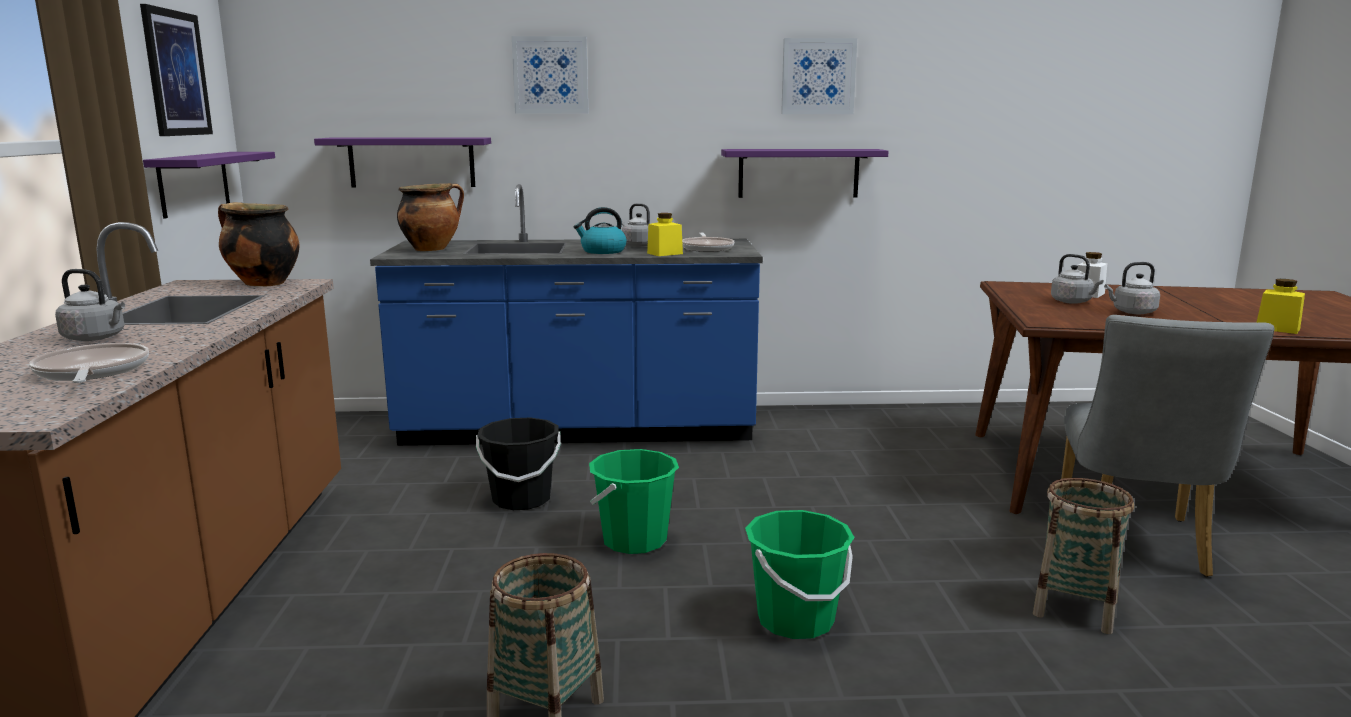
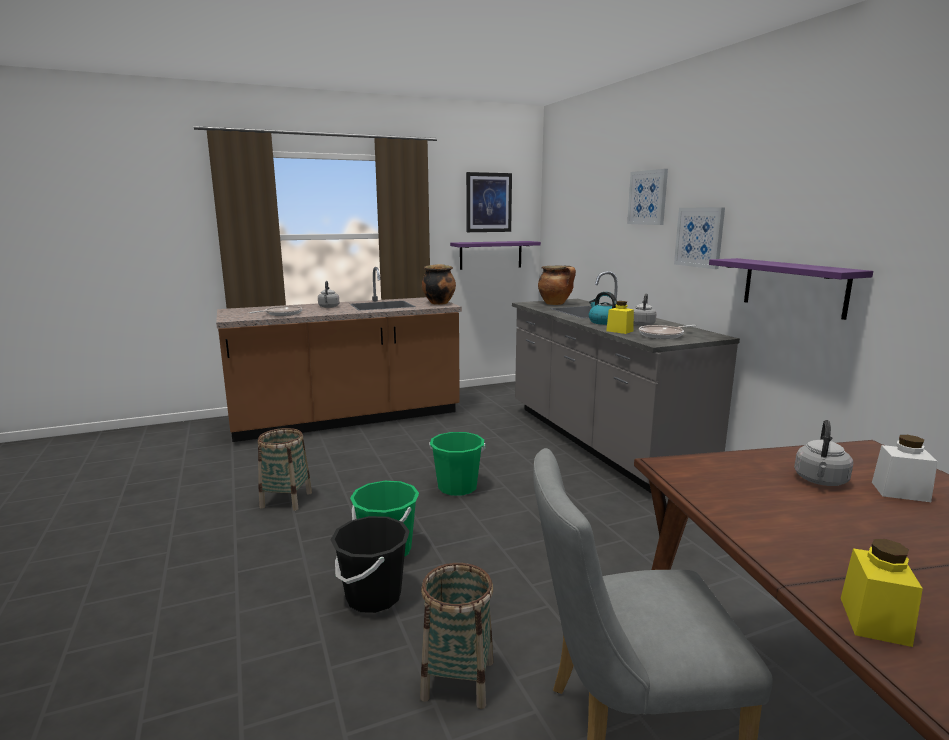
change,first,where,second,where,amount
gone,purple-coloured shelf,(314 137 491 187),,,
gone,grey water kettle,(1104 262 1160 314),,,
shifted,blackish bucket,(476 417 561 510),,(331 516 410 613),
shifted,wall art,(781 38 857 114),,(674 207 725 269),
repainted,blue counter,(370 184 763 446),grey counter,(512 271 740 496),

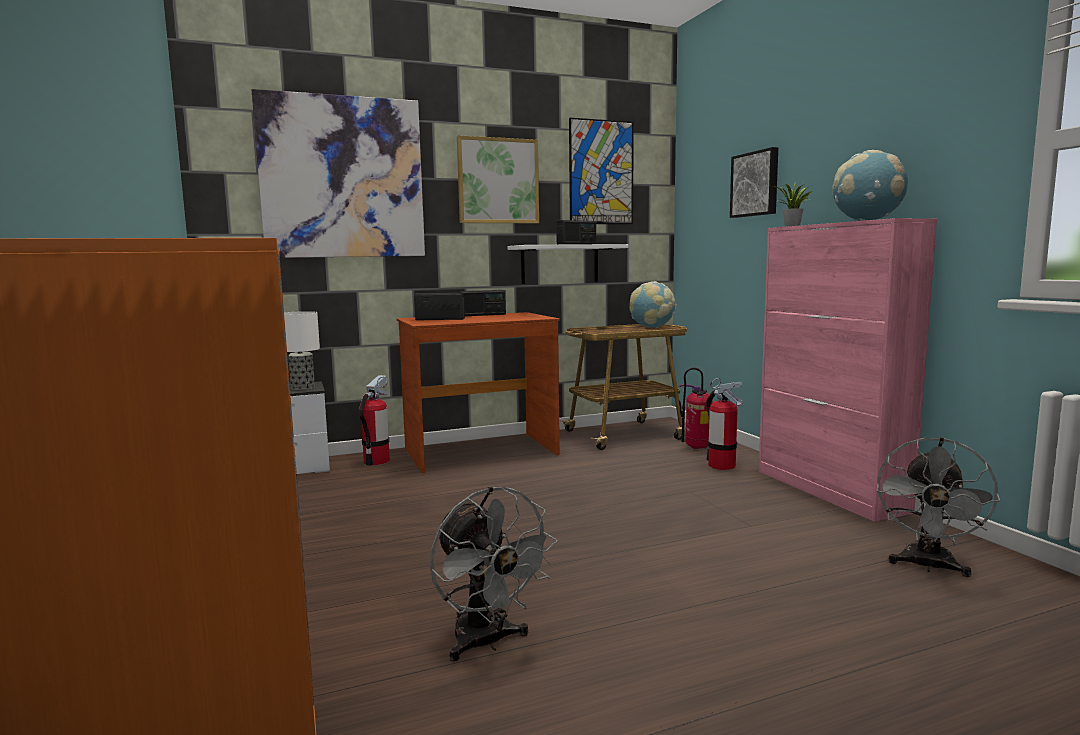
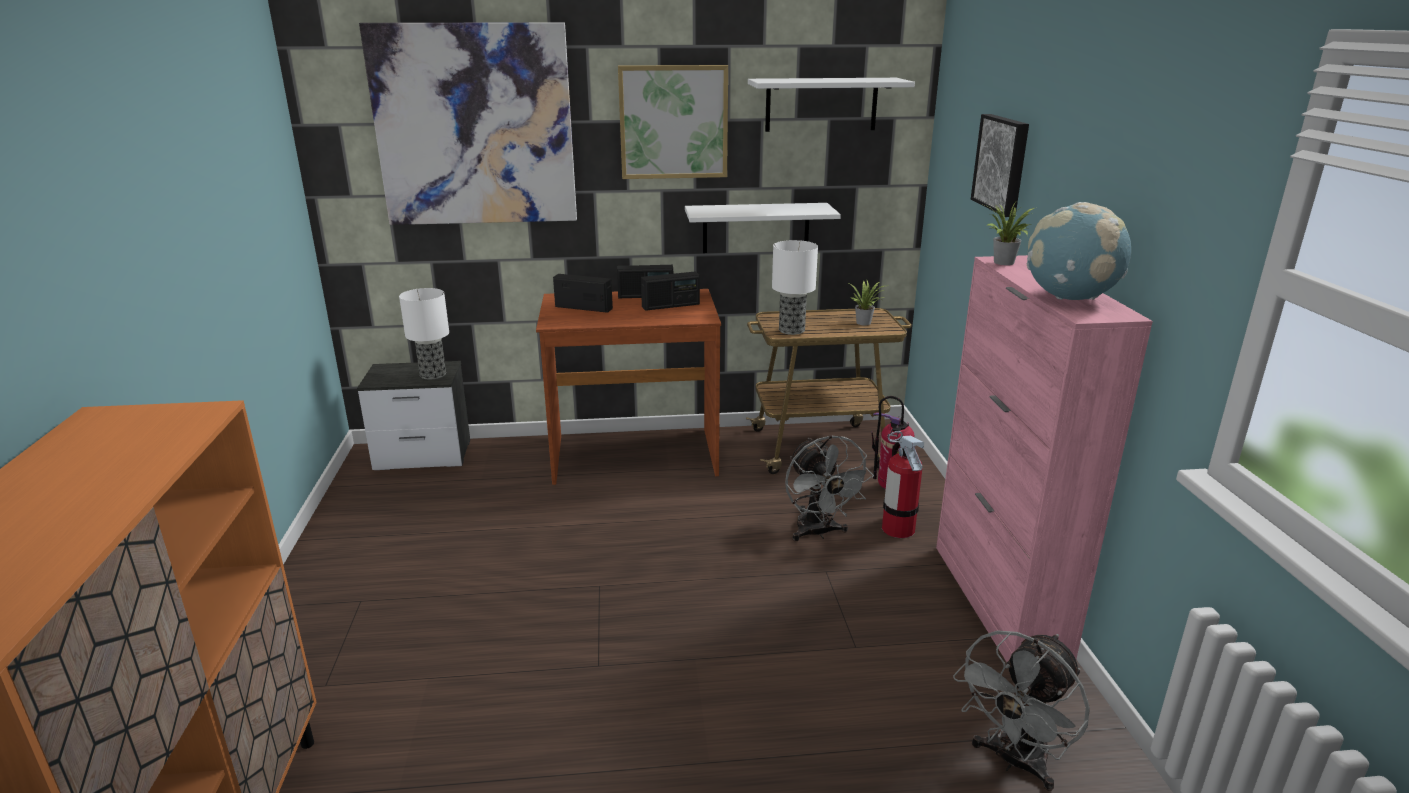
change,first,where,second,where,amount
gone,fire extinguisher,(359 375 390 466),,,
new,,,tabletop lamp,(772 240 818 335),
shifted,grey fan,(430 487 558 662),,(785 435 874 541),
shifted,radio,(556 220 596 245),,(641 272 700 311),
swapped,wall art,(569 118 634 224),white shelf,(748 78 915 132),
swapped,desk globe,(629 281 676 328),plant in a pot,(850 280 884 326),

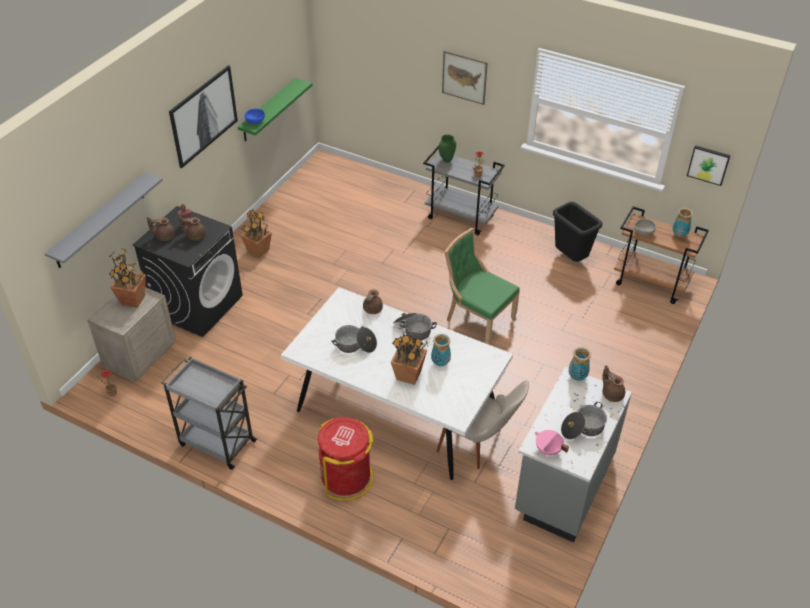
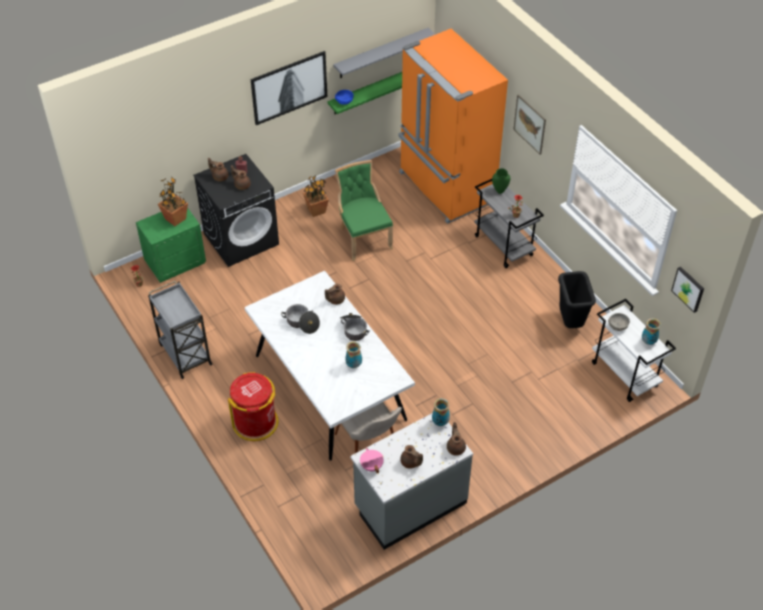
change,first,where,second,where,amount
gone,plant in a pot,(391 325 428 385),,,
new,,,orangey fridge,(398 29 508 224),
shifted,grey shelf,(45 172 163 268),,(333 28 436 78),
shifted,greenish plain chair,(444 228 520 345),,(335 160 393 261),
swapped,stockpot,(561 402 607 440),brownish tea pot,(400 445 423 469),
repainted,sand-coloured nightstand,(87 287 176 382),greenish nightstand,(136 207 206 283),
repainted,brownish trolley,(614 206 709 304),white trolley,(592 299 676 402),

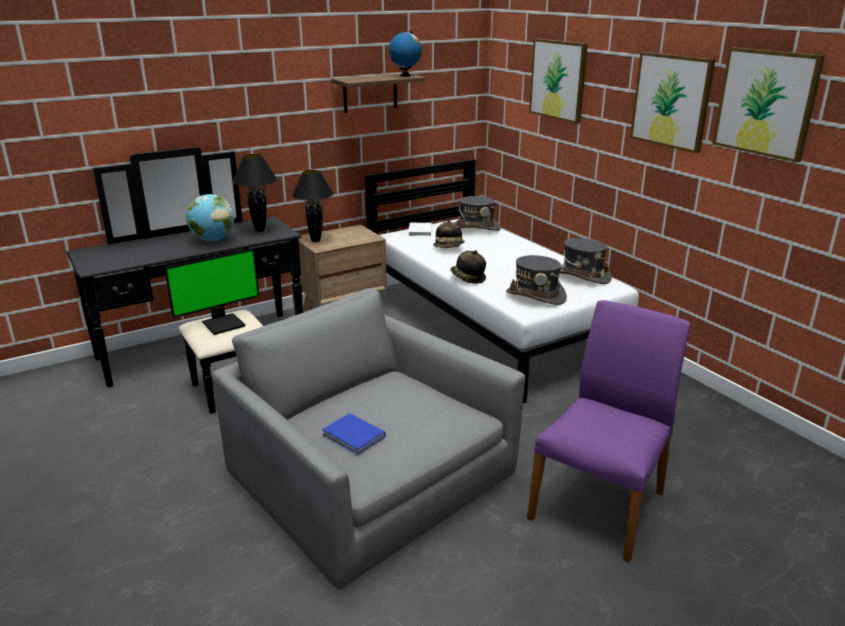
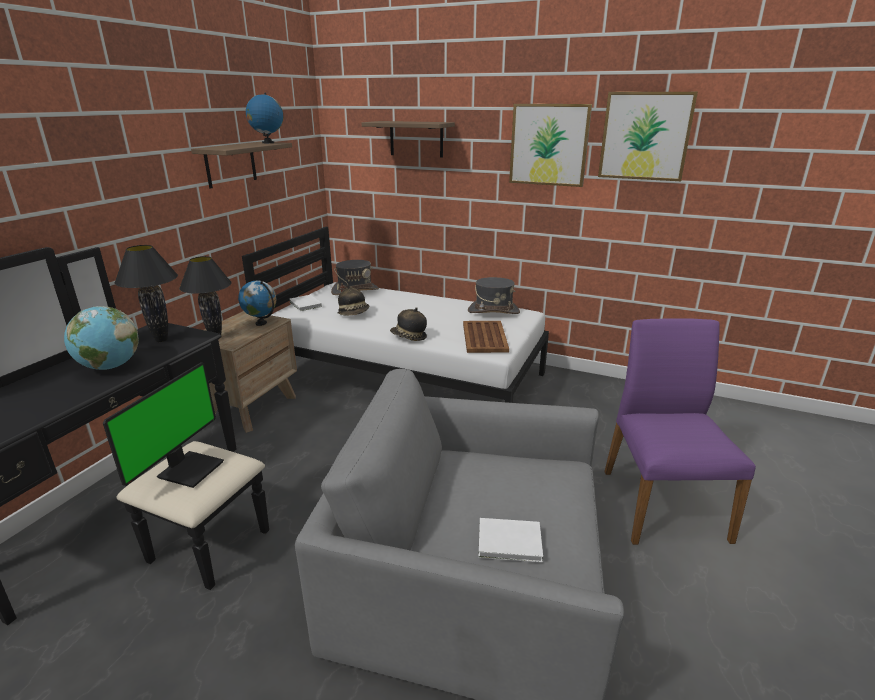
change,first,where,second,where,amount
new,,,desk globe,(238 280 277 326),
swapped,grey clothing hat,(506 255 567 305),brownish serving tray,(463 321 509 353),
swapped,wall art,(529 38 588 124),shelf,(362 121 455 158),
repainted,blue volume,(322 413 385 454),white volume,(478 518 543 563),

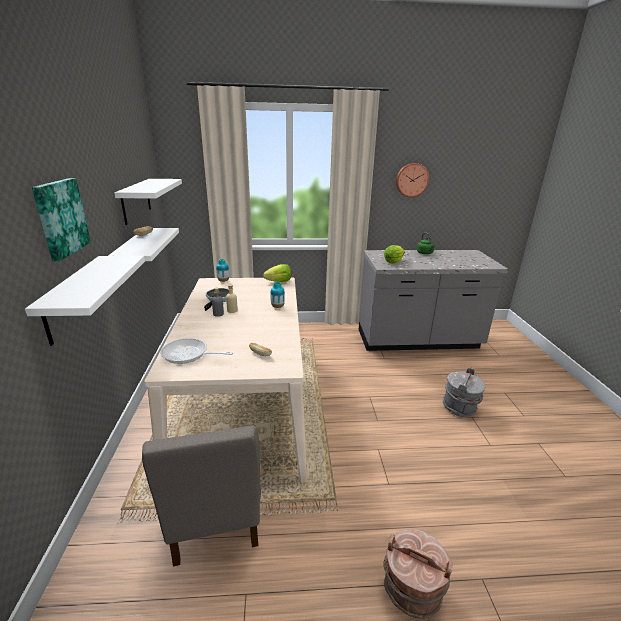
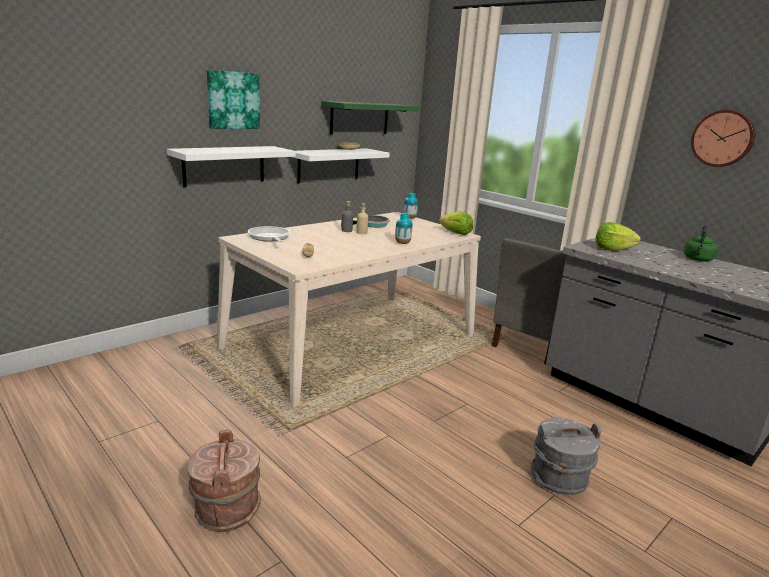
change,first,where,second,where,amount
shifted,grey plain chair,(142 425 261 567),,(491 238 566 365),
repainted,white shelf,(114 179 182 225),greenish shelf,(321 101 419 135),

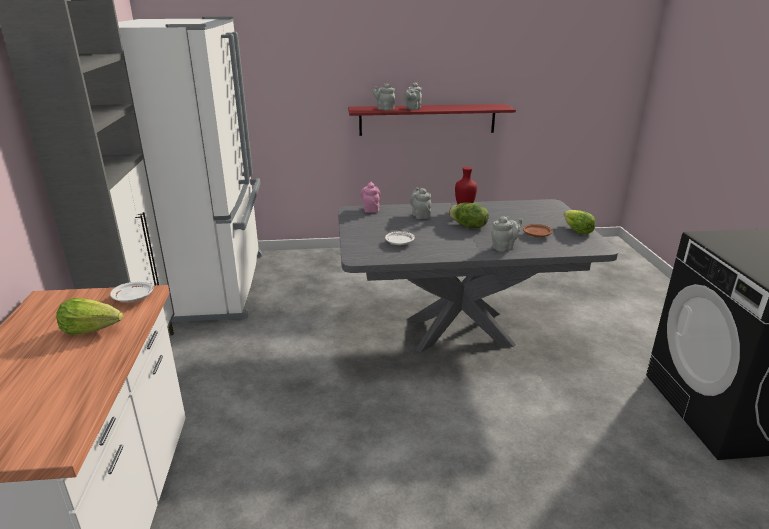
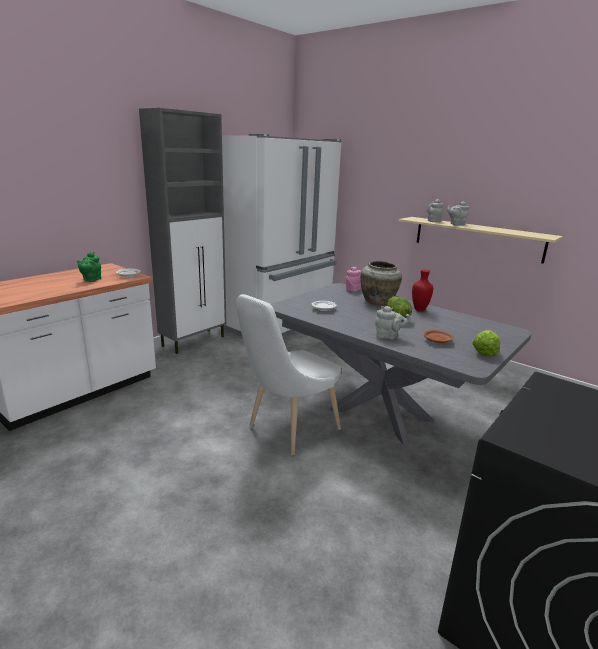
change,first,where,second,where,amount
new,,,white plain chair,(237 294 342 455),
swapped,head of lettuce,(56 298 123 335),greenish tea pot,(77 252 101 282),
swapped,grey tea pot,(410 187 431 219),sand-coloured vase,(360 261 402 305),
repainted,red-coloured shelf,(348 104 516 136),sand-coloured shelf,(398 217 563 264),

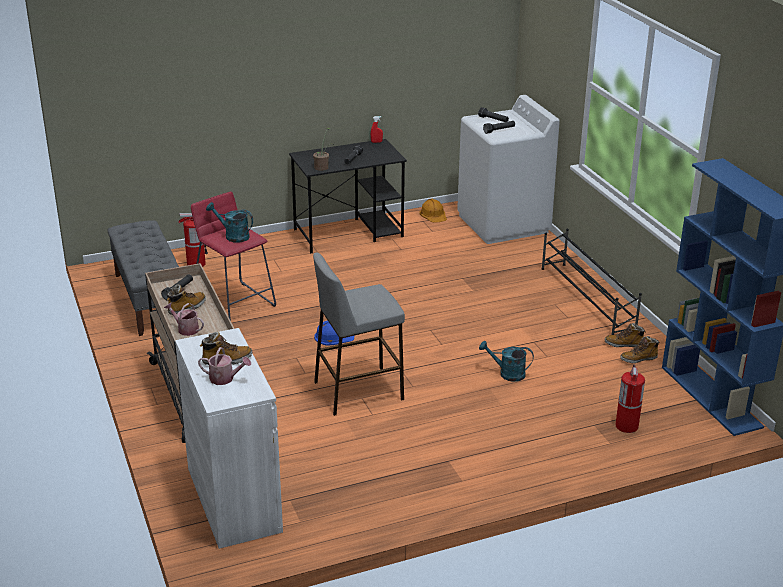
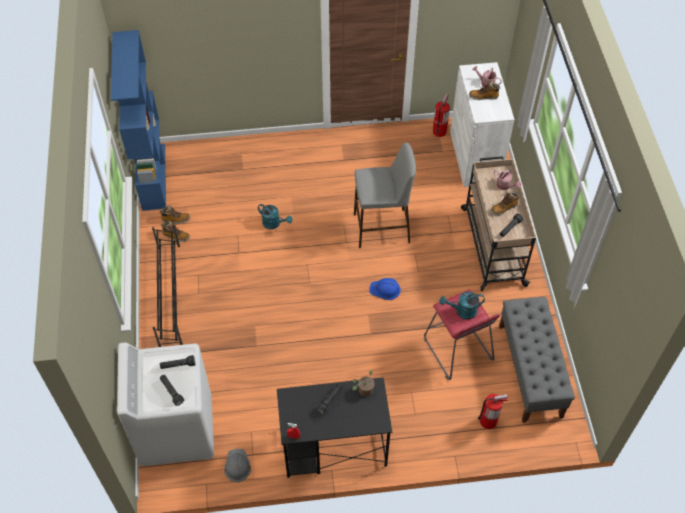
change,first,where,second,where,amount
shifted,fire extinguisher,(615 364 645 433),,(433 94 450 137),
repainted,orangey work helmet,(419 199 447 223),grey work helmet,(225 449 251 482),
rotated,turquoise-coloured watering pot,(206 202 253 243),,(440 292 485 320),135 degrees clockwise

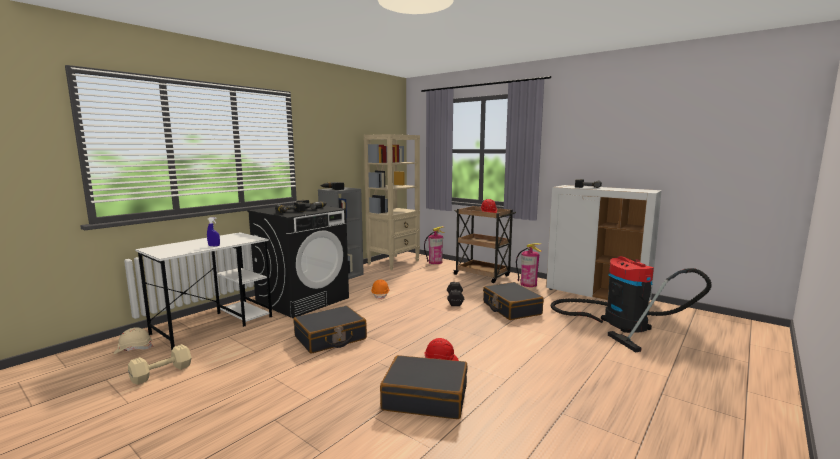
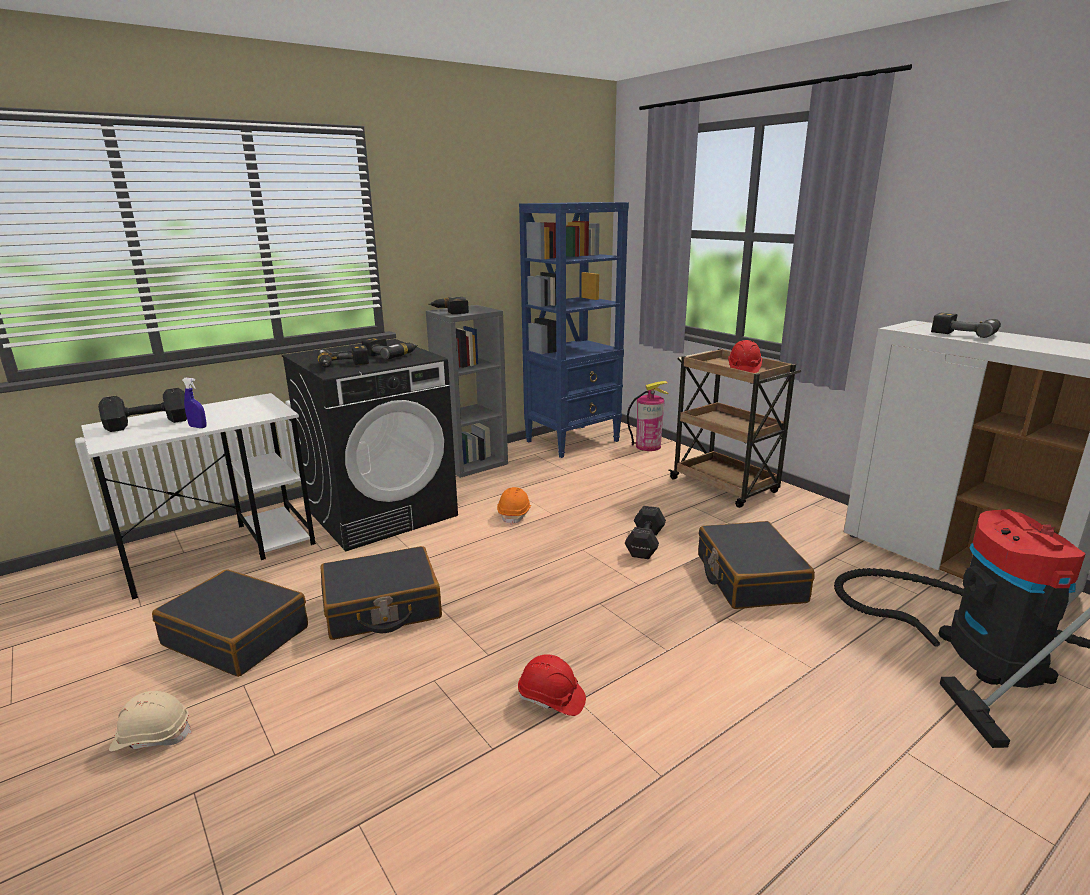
change,first,where,second,where,amount
gone,sand-coloured hand weight,(128 344 192 385),,,
gone,fire extinguisher,(516 243 542 287),,,
new,,,blackish hand weight,(98 388 187 432),
shifted,sand-coloured work helmet,(113 327 153 354),,(109 691 192 751),
shifted,blackish travel case,(380 355 468 419),,(152 570 308 677),
repainted,sand-coloured bookcase,(364 134 420 270),blue bookcase,(519 202 629 458),

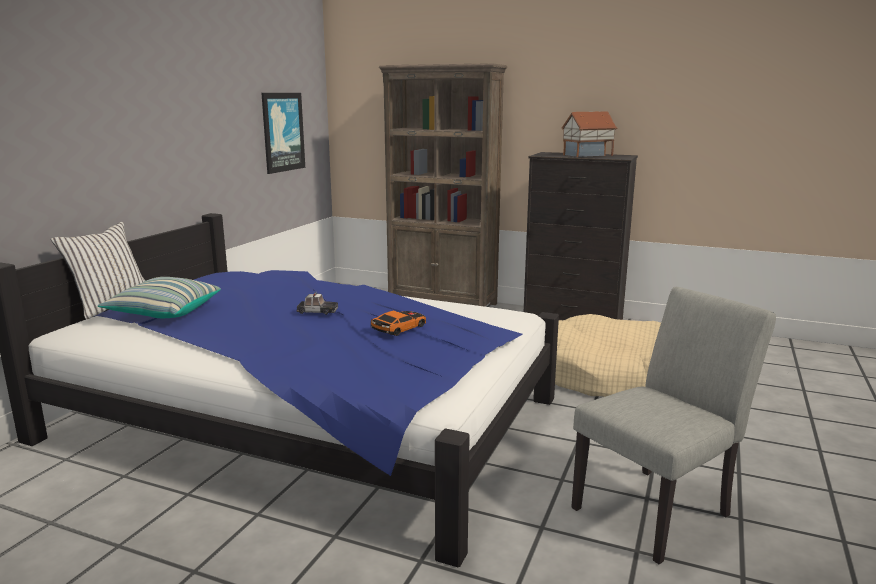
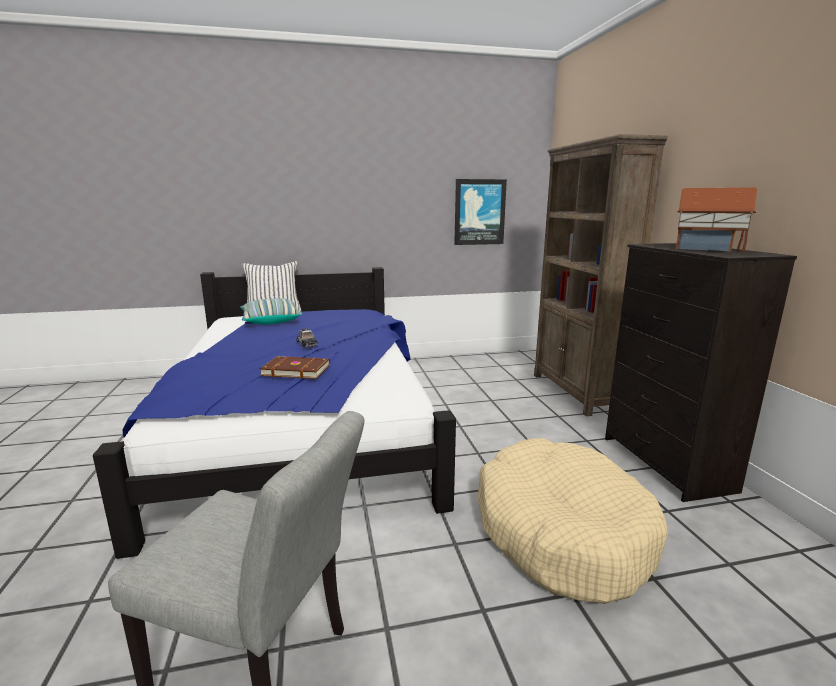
change,first,where,second,where,amount
swapped,model car,(371 311 426 336),brownish volume,(260 356 330 379),

